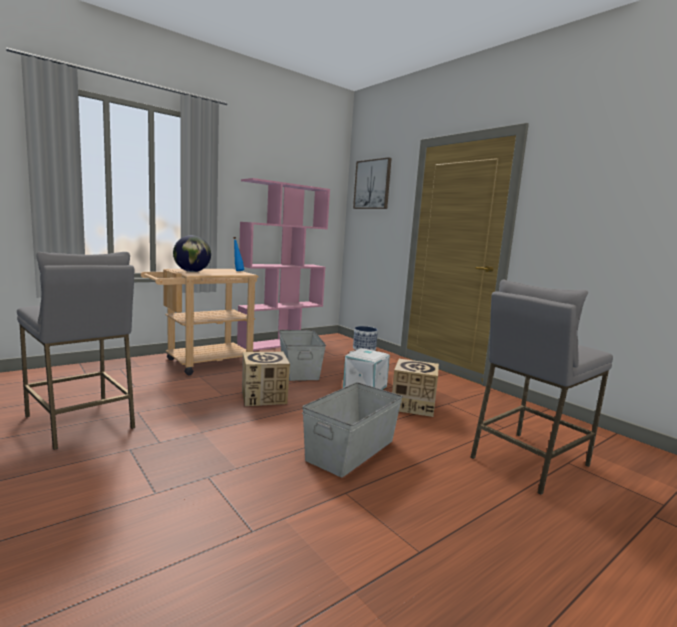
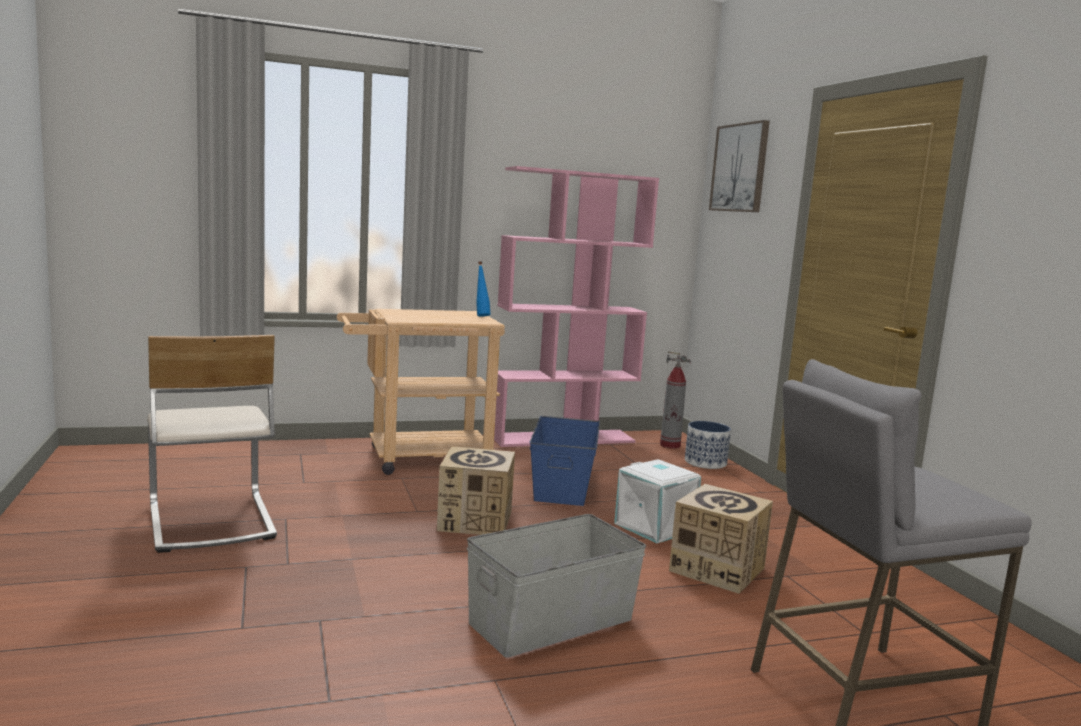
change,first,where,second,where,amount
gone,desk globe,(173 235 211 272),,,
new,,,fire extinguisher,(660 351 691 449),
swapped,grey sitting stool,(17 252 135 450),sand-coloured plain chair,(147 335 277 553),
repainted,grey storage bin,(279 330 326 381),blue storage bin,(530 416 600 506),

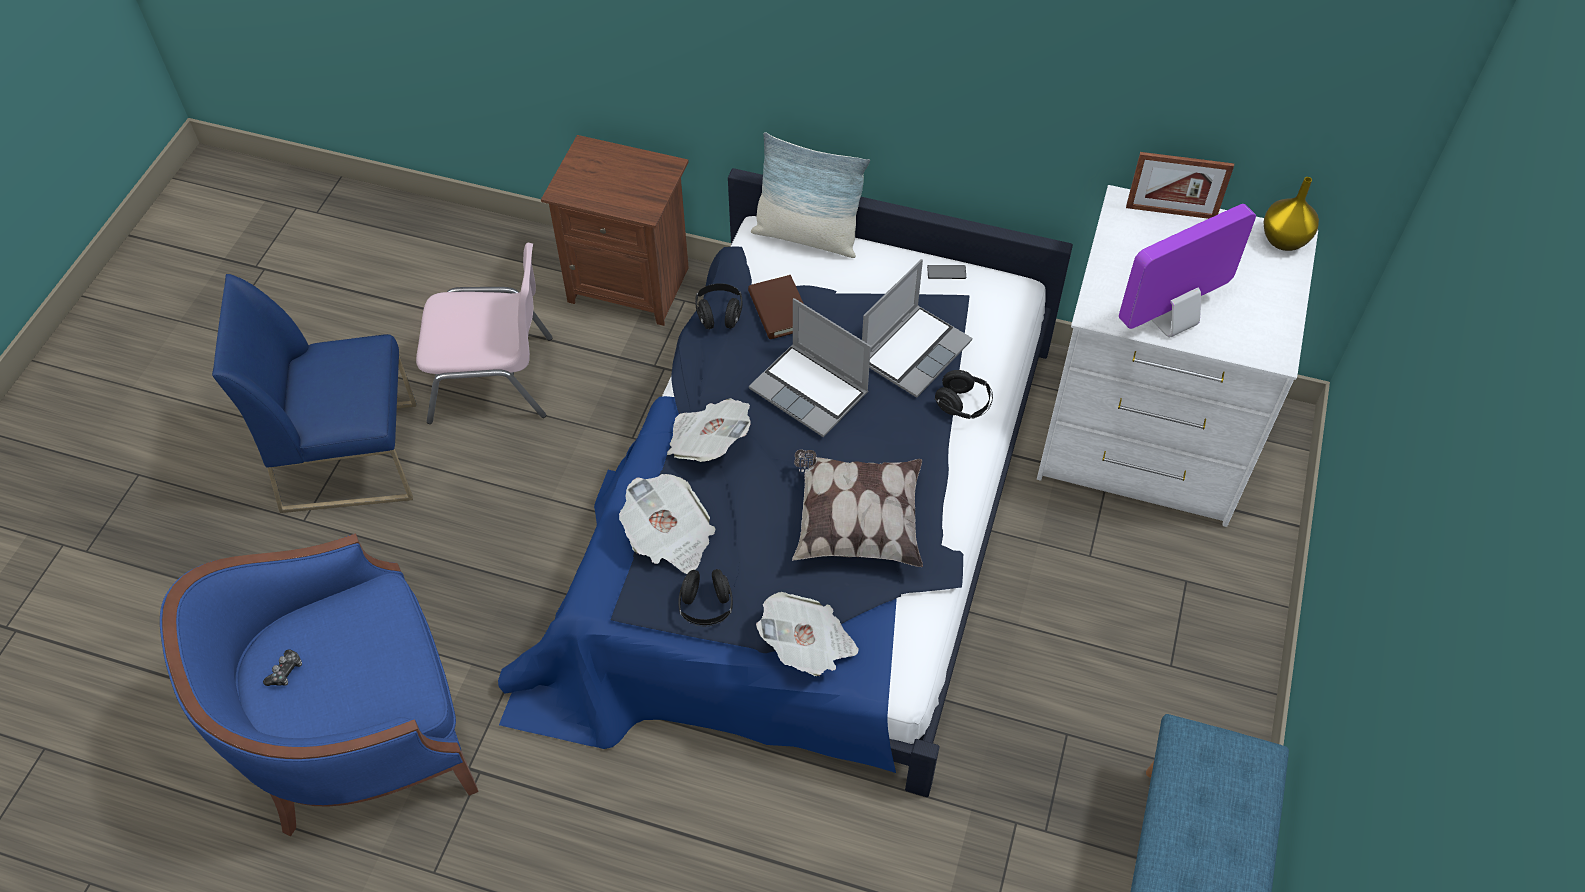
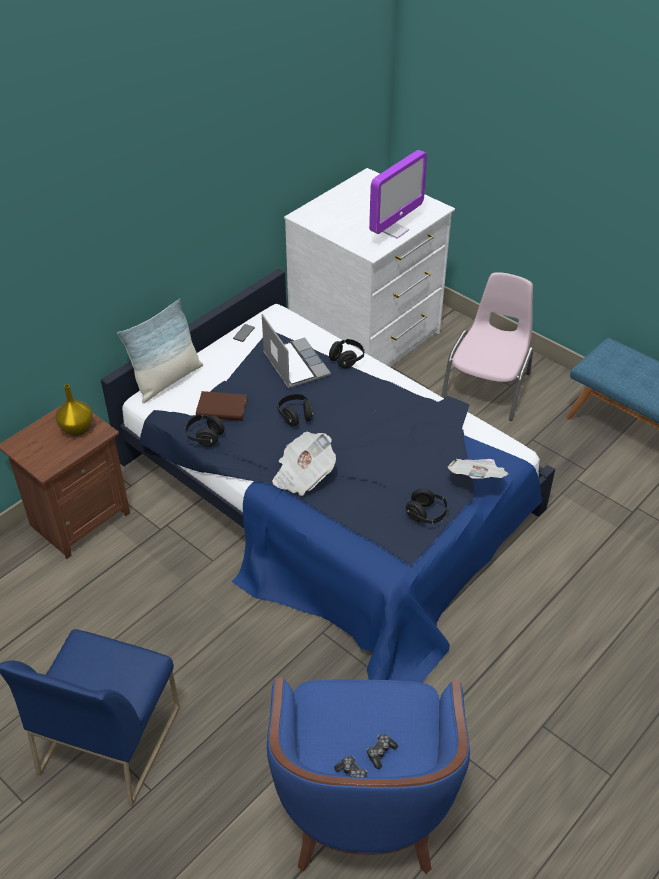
change,first,where,second,where,amount
gone,daily paper,(619 474 716 574),,,
gone,throw pillow,(792 449 923 567),,,
gone,standing frame,(1126 152 1234 219),,,
new,,,joypad,(367 734 398 769),
shifted,pink-coloured plain chair,(416 243 553 424),,(441 272 533 421),
shifted,yellow vase,(1263 177 1319 251),,(56 384 93 436),
swapped,notebook computer,(749 298 871 437),blackish pair of headphones,(277 394 313 426),
rotated,computer display,(1119 204 1256 337),,(369 150 427 239),135 degrees counterclockwise

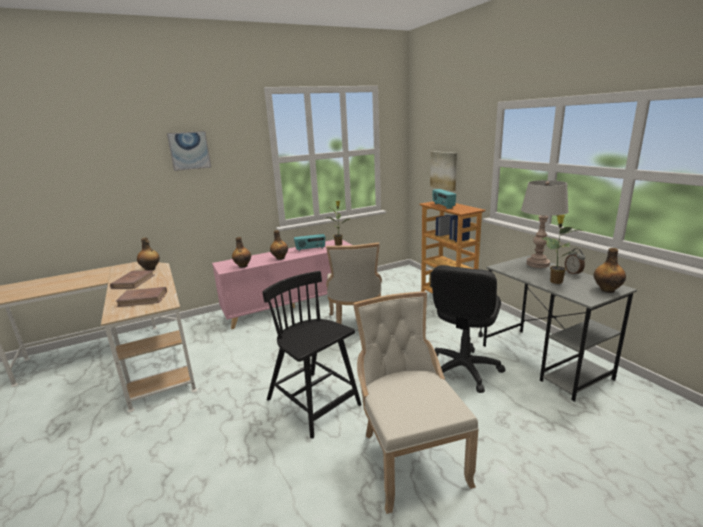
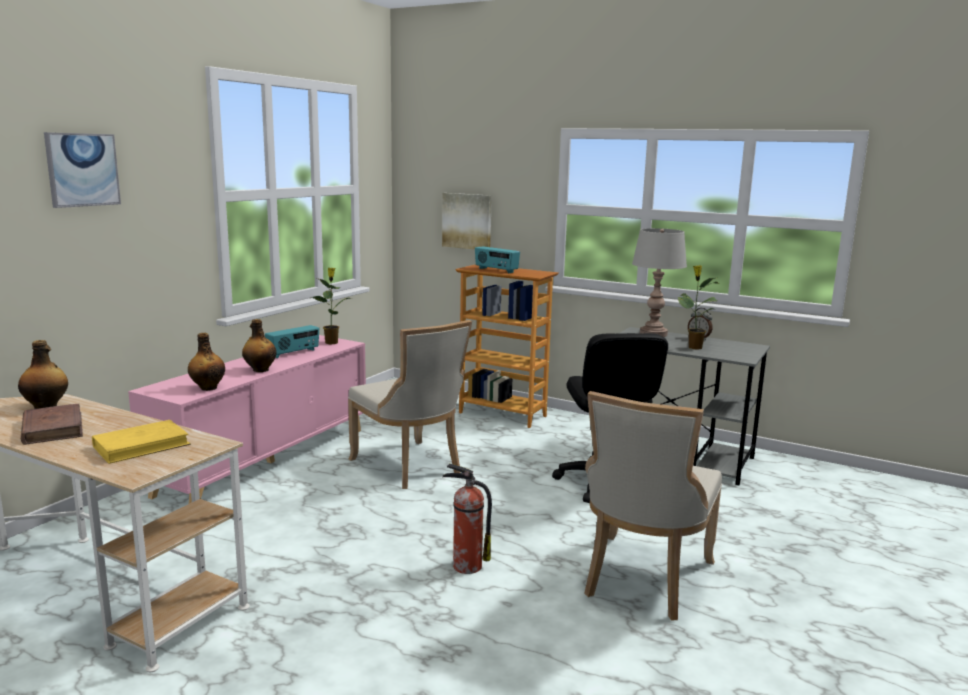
change,first,where,second,where,amount
gone,drink bottle,(594 248 626 293),,,
swapped,blackish plain chair,(263 271 361 439),fire extinguisher,(442 464 492 574),
repainted,brownish volume,(116 287 167 307),yellow volume,(92 420 191 464),
rotated,sand-coloured plain chair,(353 291 479 514),,(584 391 722 621),105 degrees counterclockwise

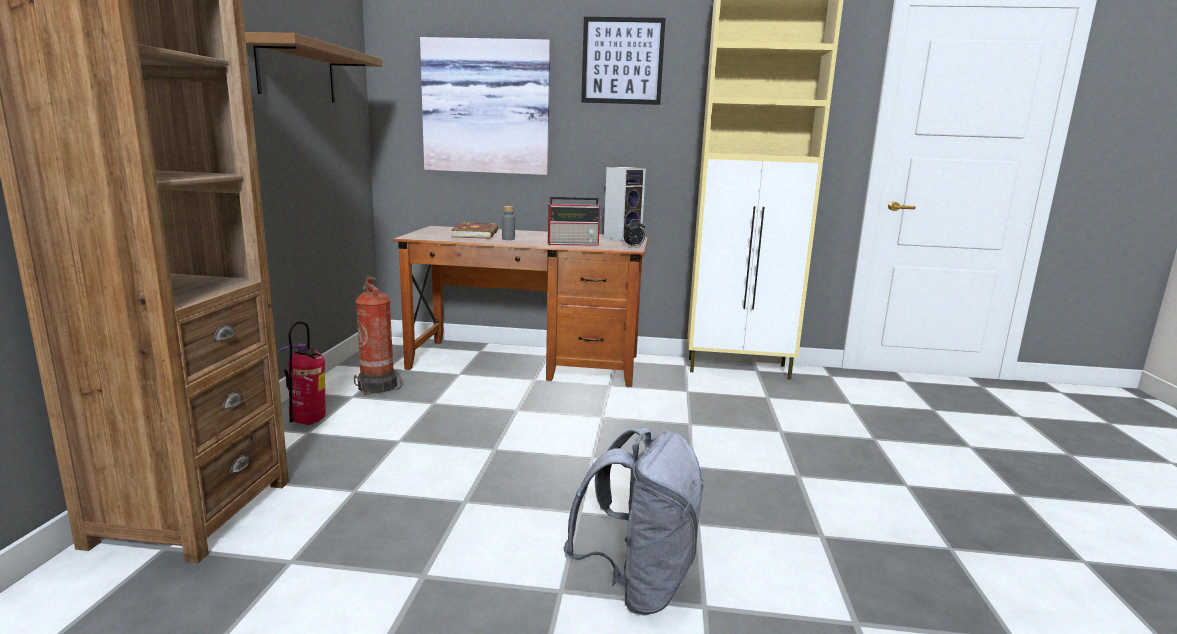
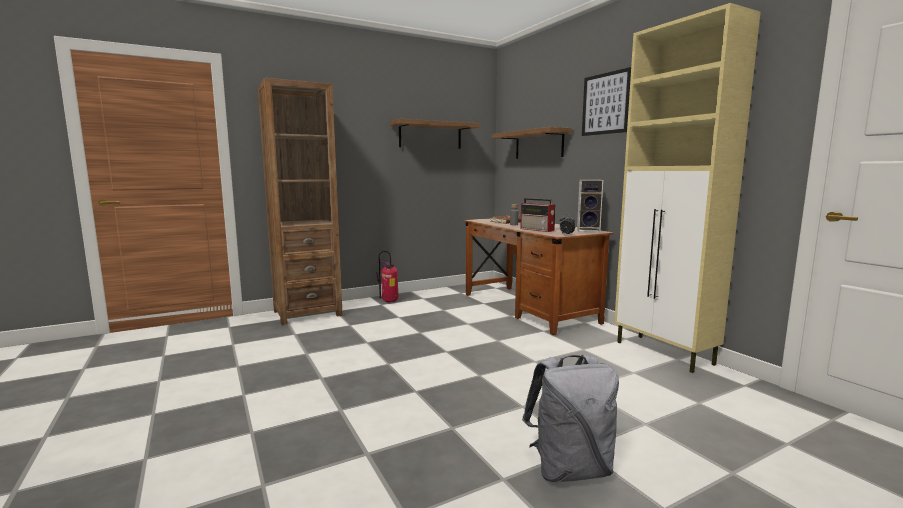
change,first,where,second,where,amount
gone,fire extinguisher,(354 276 402 395),,,
shifted,grey knapsack,(563 427 705 615),,(522 354 619 483),
swapped,wall art,(420 37 550 175),shelf,(492 127 572 159),

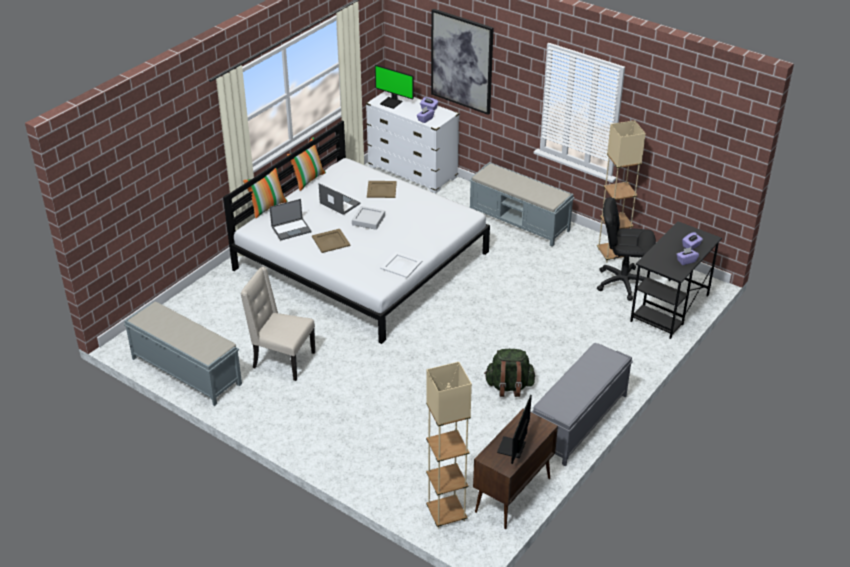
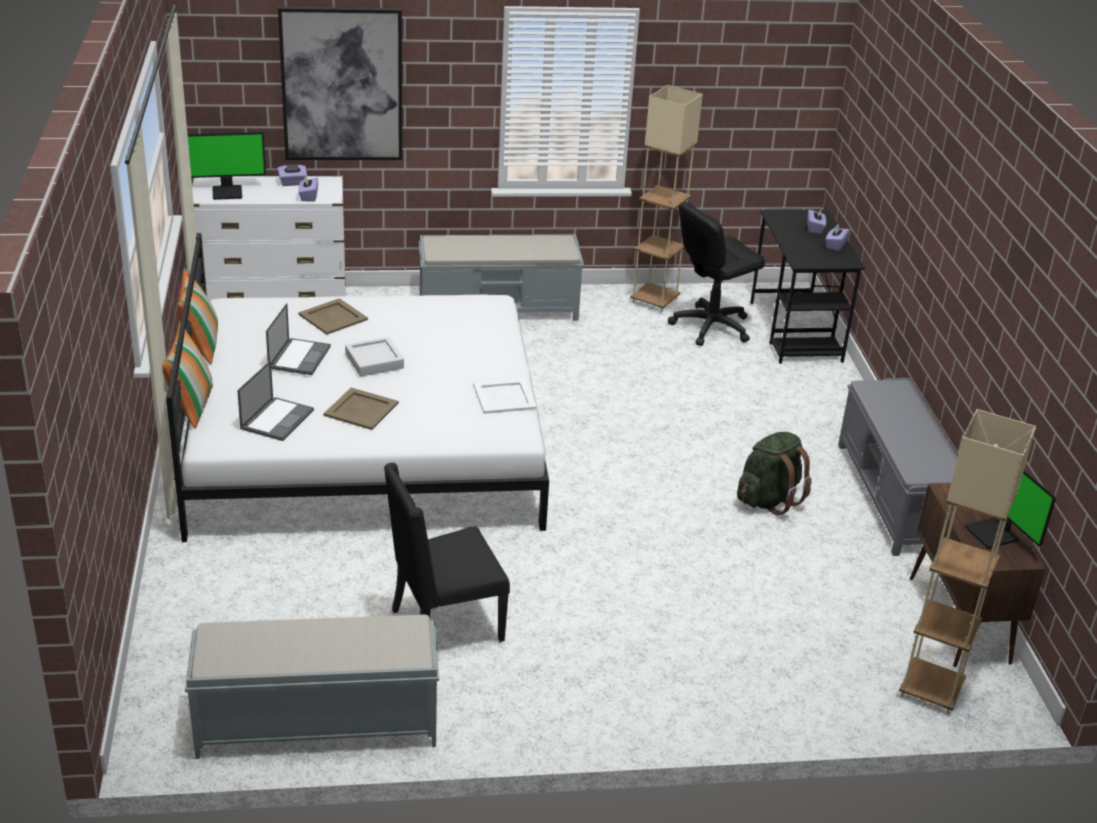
change,first,where,second,where,amount
repainted,sand-coloured plain chair,(240 267 315 381),blackish plain chair,(384 463 510 642),
rotated,notebook computer,(319 183 360 215),,(266 303 331 375),105 degrees clockwise

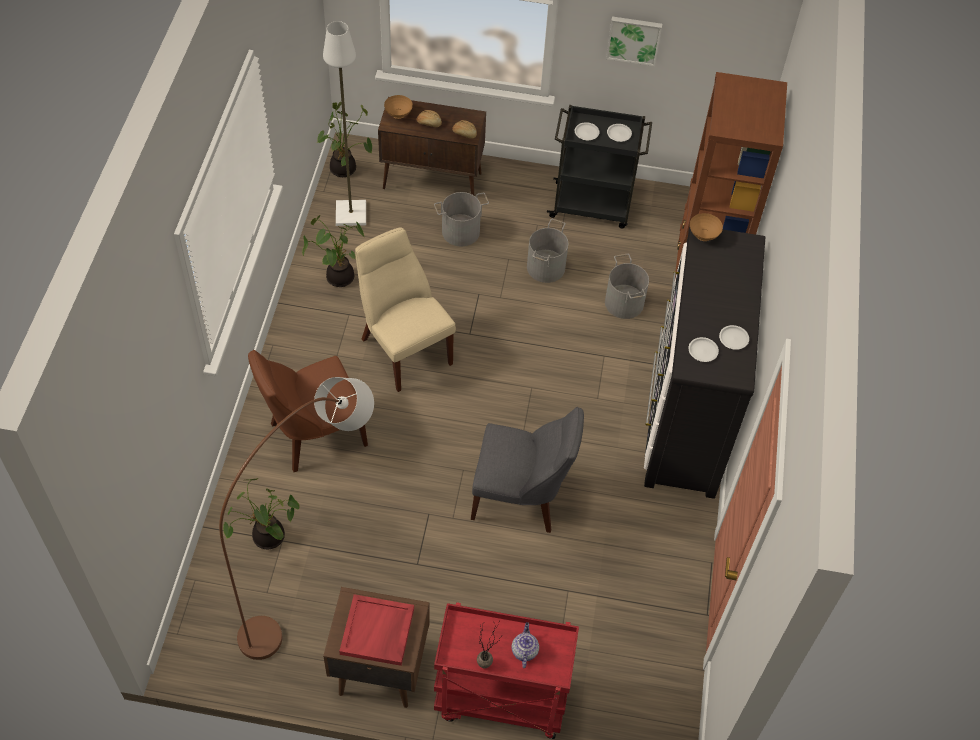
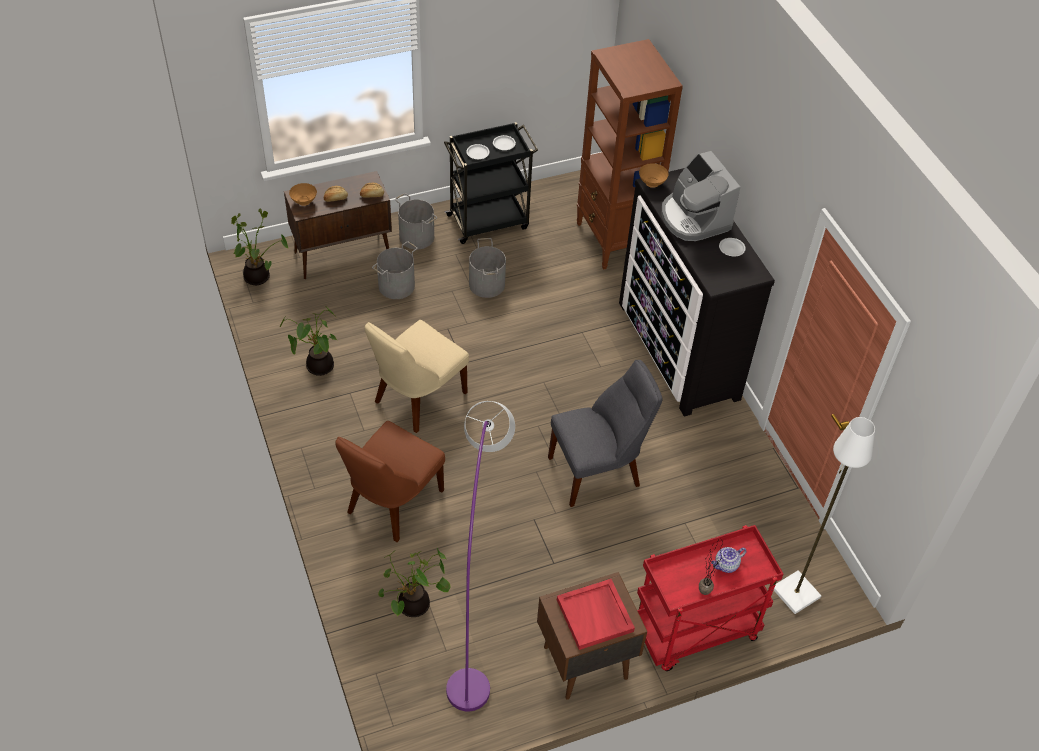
change,first,where,second,where,amount
gone,wall art,(606 16 662 66),,,
gone,white flat dish,(688 337 719 362),,,
new,,,coffee machine,(662 151 740 241),
shifted,white floor lamp,(323 21 366 226),,(774 417 875 614),
shifted,grey bucket,(605 254 649 319),,(395 193 437 249),
repainted,brownish floor lamp,(219 377 374 660),purple-coloured floor lamp,(446 401 515 711),
rotated,sand-coloured plain chair,(355 227 456 392),,(365 320 469 433),75 degrees counterclockwise
rotated,tea pot,(512 622 539 668),,(711 547 746 573),90 degrees counterclockwise

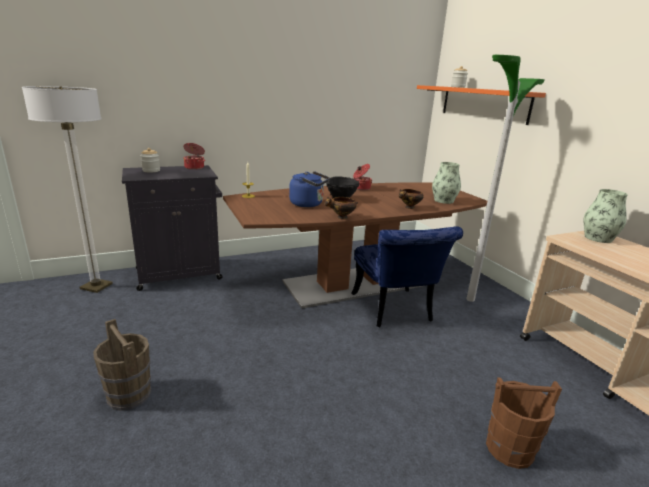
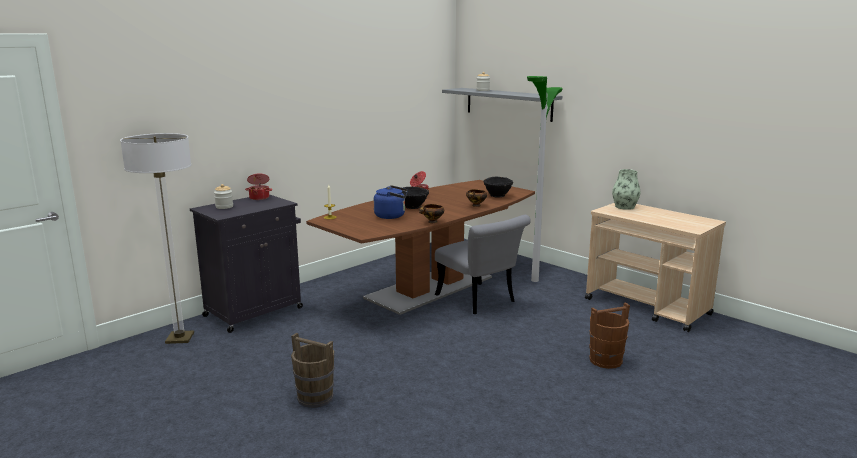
change,first,where,second,where,amount
swapped,vase,(432 162 461 204),blackish deep dish,(483 177 513 198),
repainted,blue plain chair,(351 226 463 327),grey plain chair,(435 215 531 314),
repainted,orangey shelf,(417 85 546 125),grey shelf,(442 88 562 122),

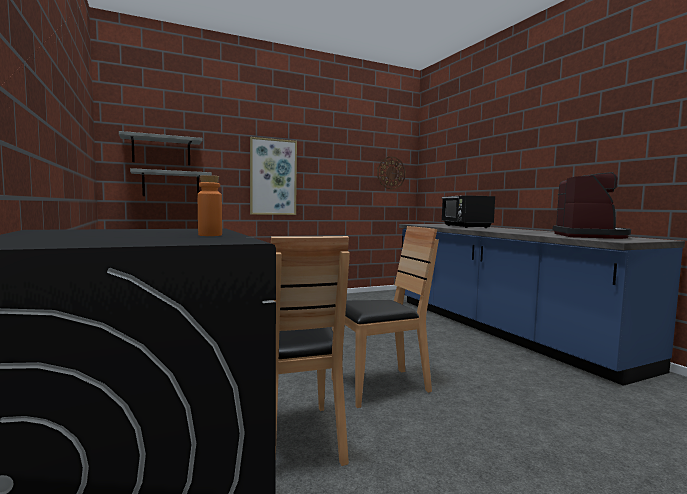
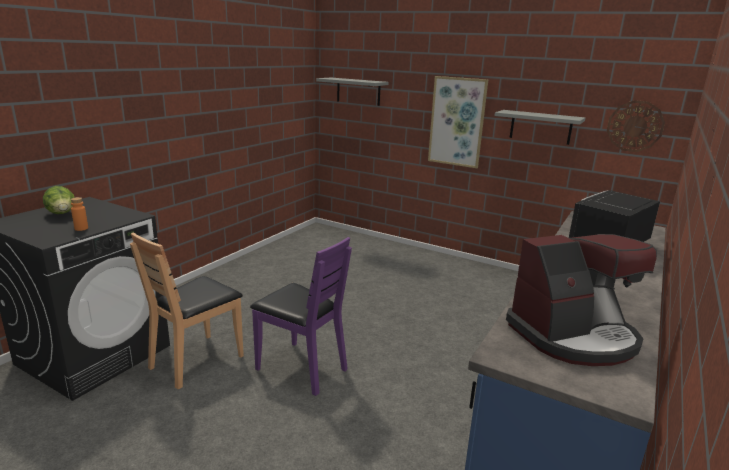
change,first,where,second,where,amount
new,,,head of lettuce,(43 186 75 214),
shifted,grey shelf,(130 168 212 198),,(494 110 585 145),
repainted,brownish plain chair,(332 226 439 408),purple-coloured plain chair,(250 237 352 396),

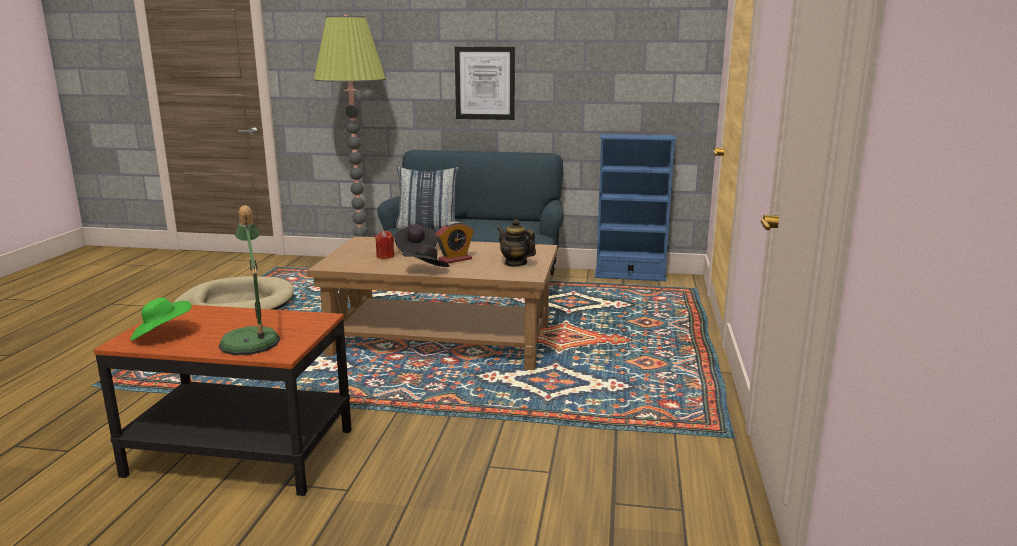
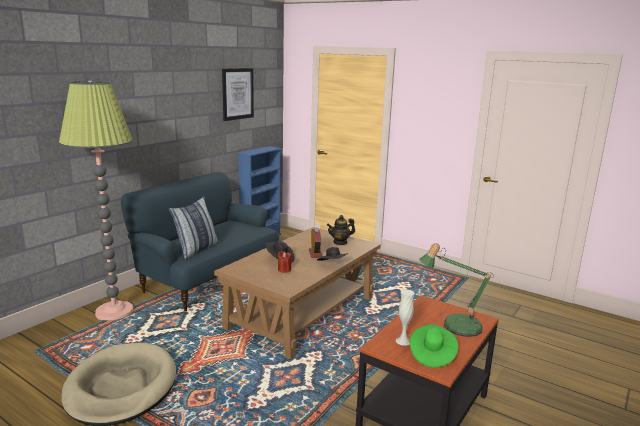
change,first,where,second,where,amount
new,,,white vase,(396 289 415 346),
shifted,wall art,(455 47 515 120),,(222 68 254 121),

